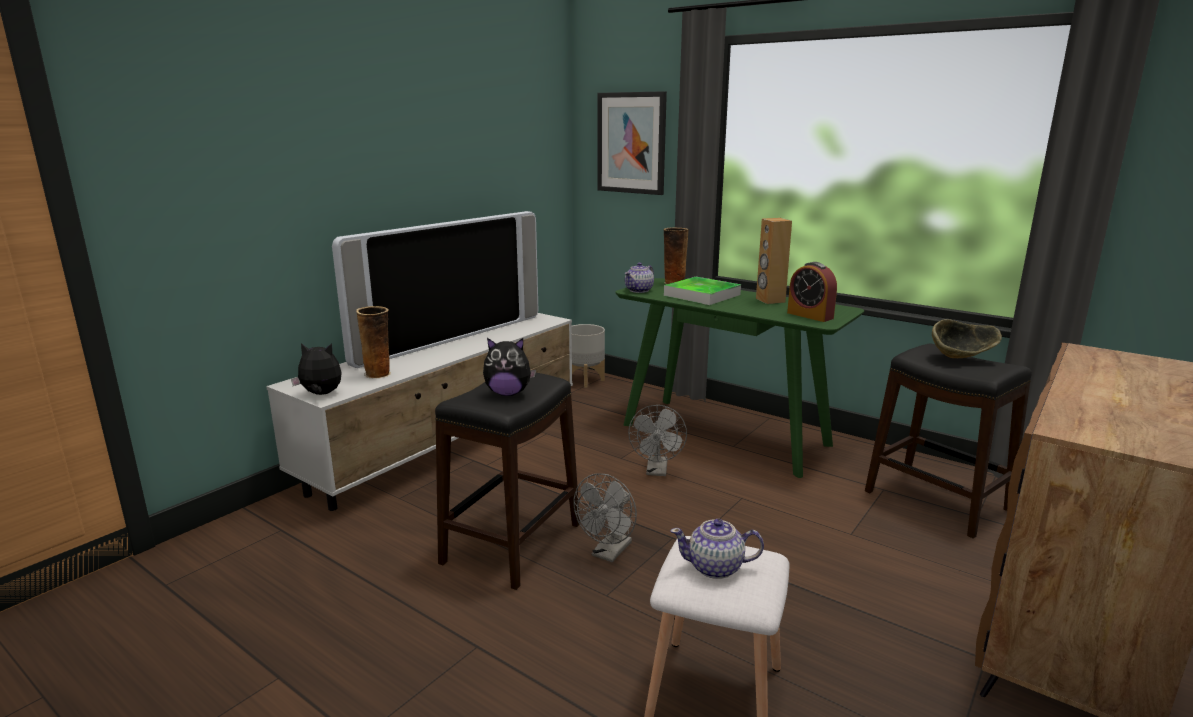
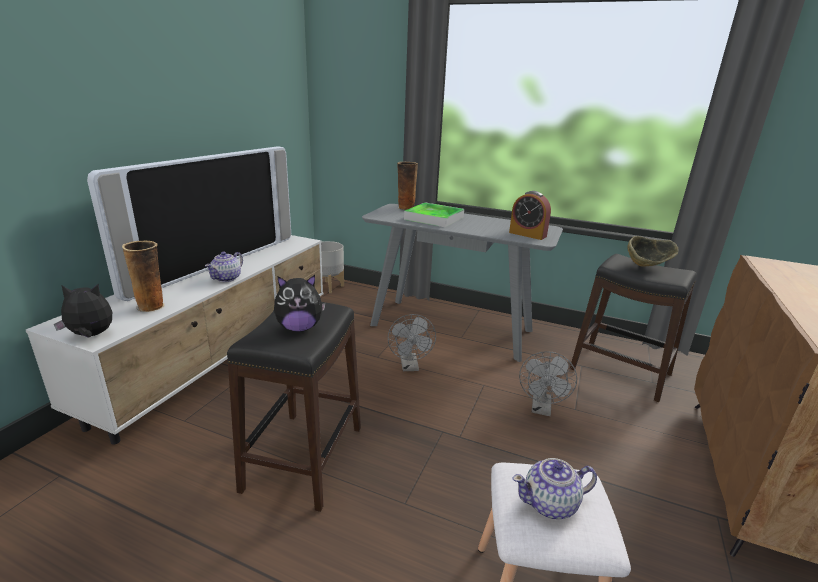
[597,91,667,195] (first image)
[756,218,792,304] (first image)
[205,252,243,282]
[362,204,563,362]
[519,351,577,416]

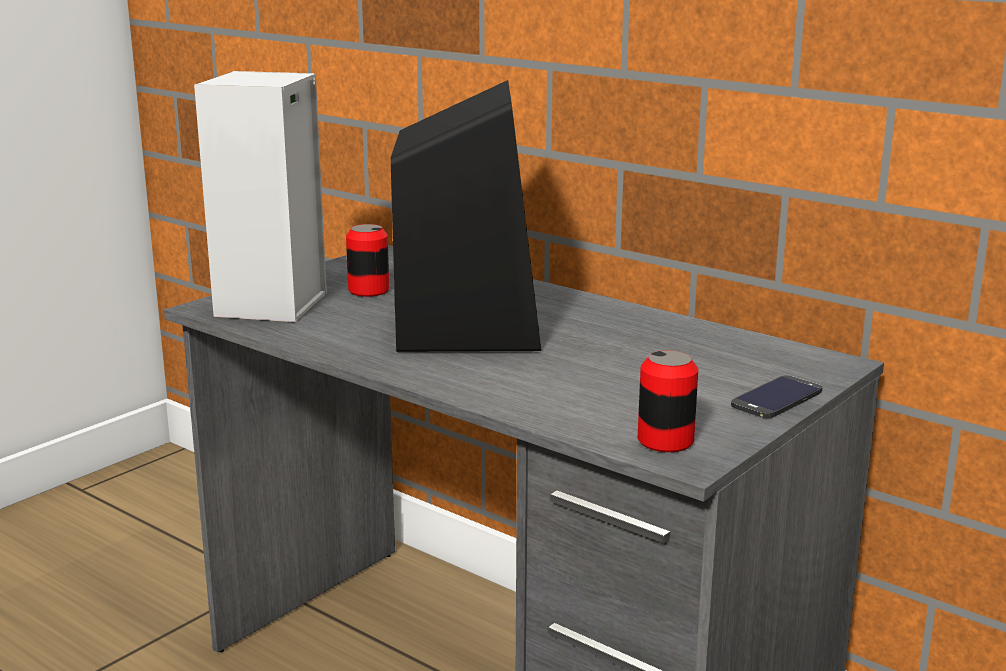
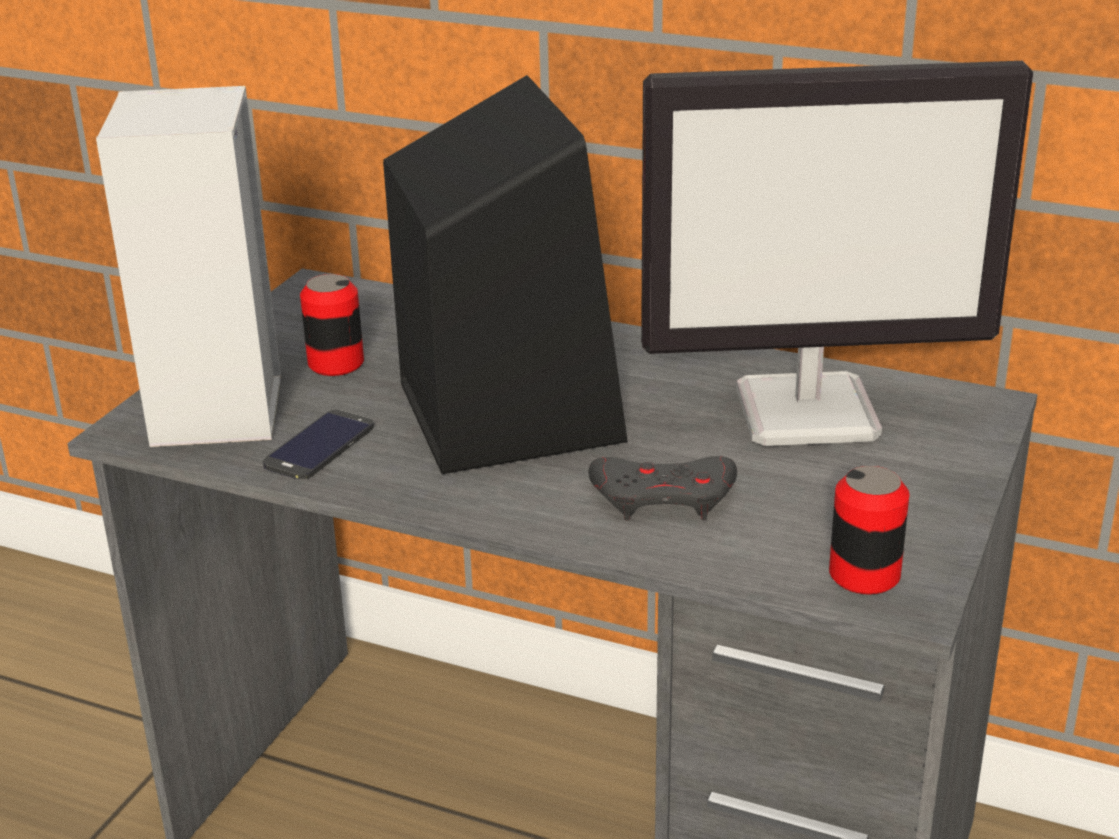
[263,410,374,480]
[641,61,1033,446]
[589,456,737,521]

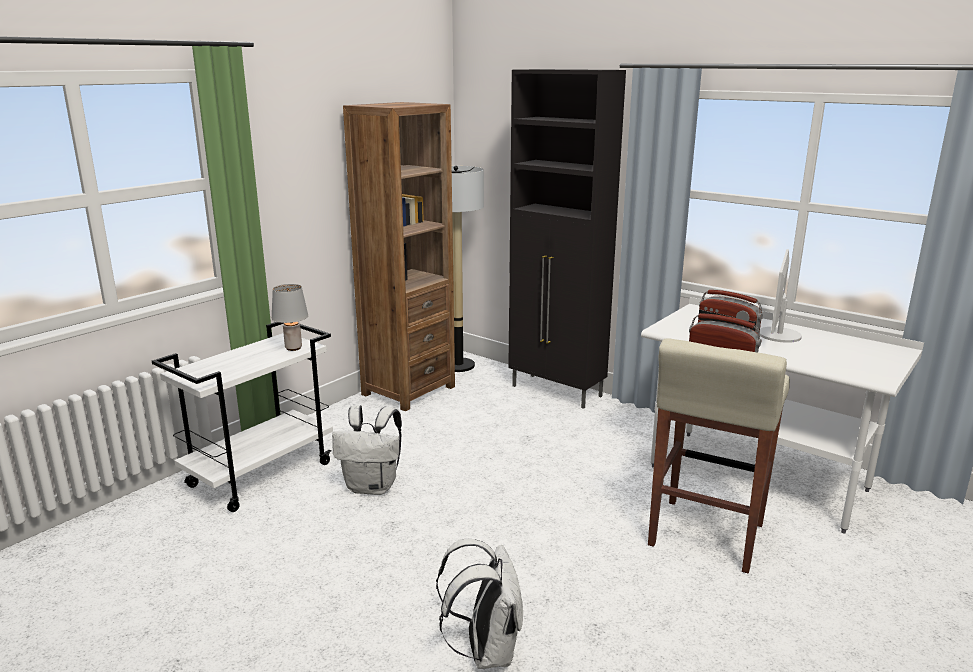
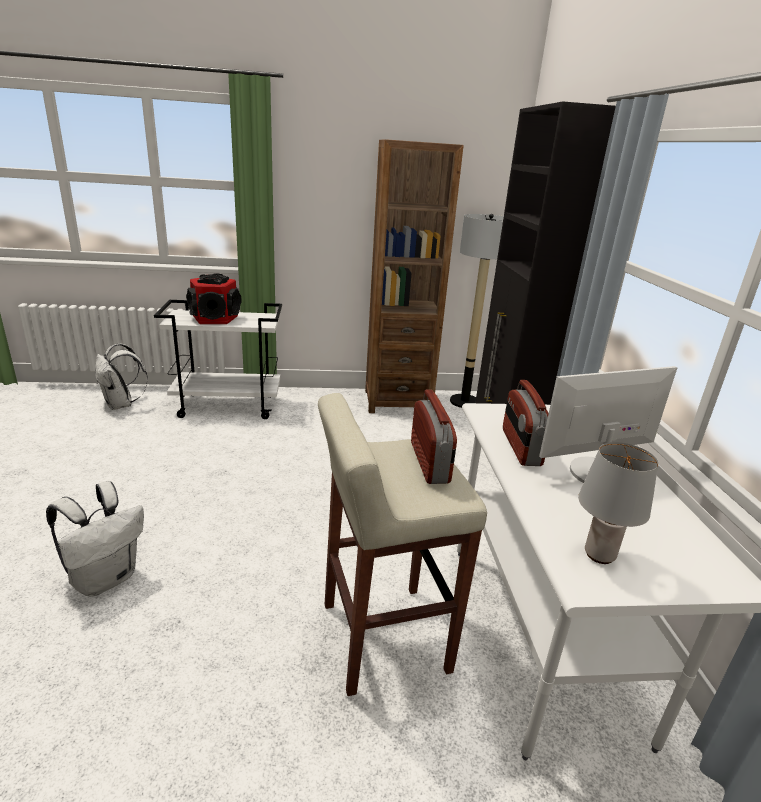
[578,442,659,564]
[95,343,148,410]
[186,273,242,324]

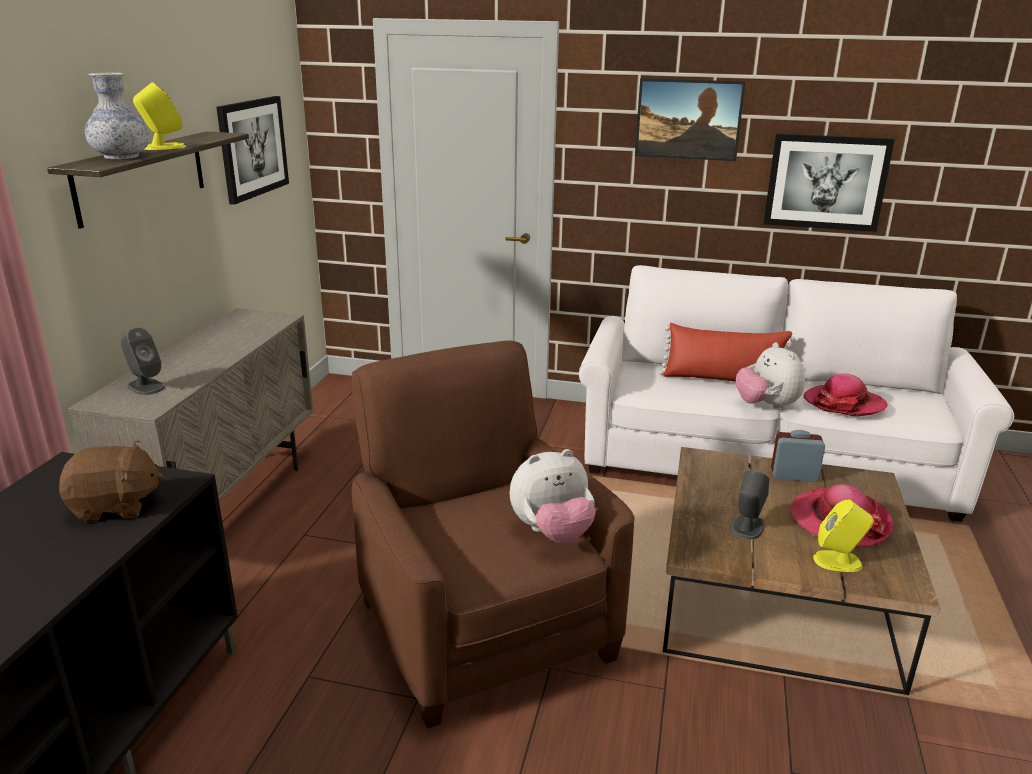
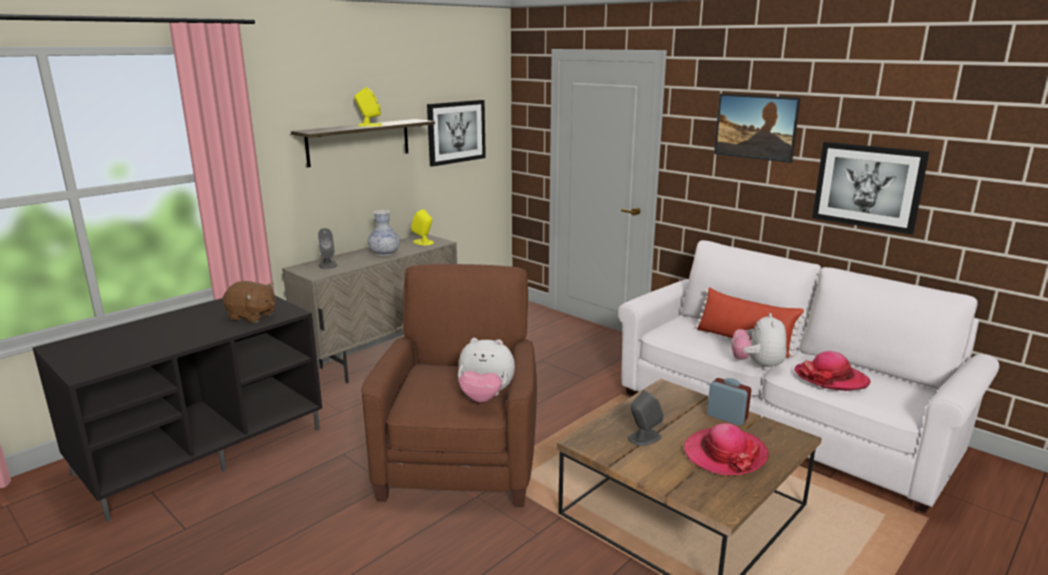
[368,210,400,256]
[411,209,434,245]

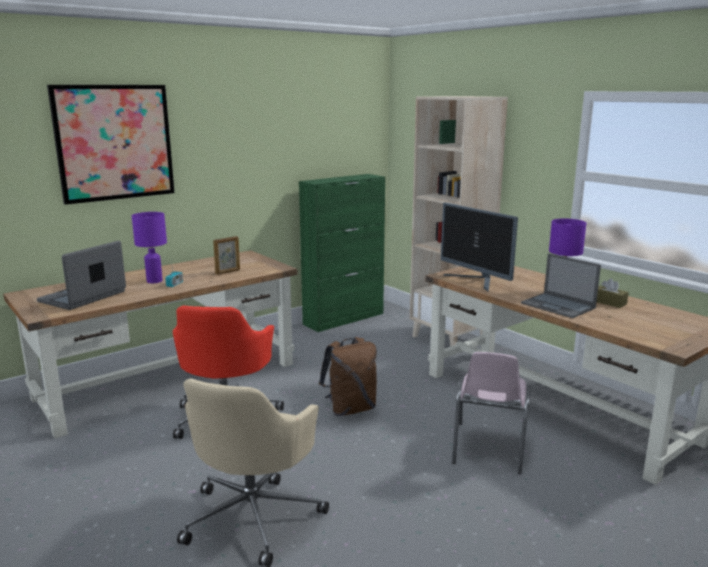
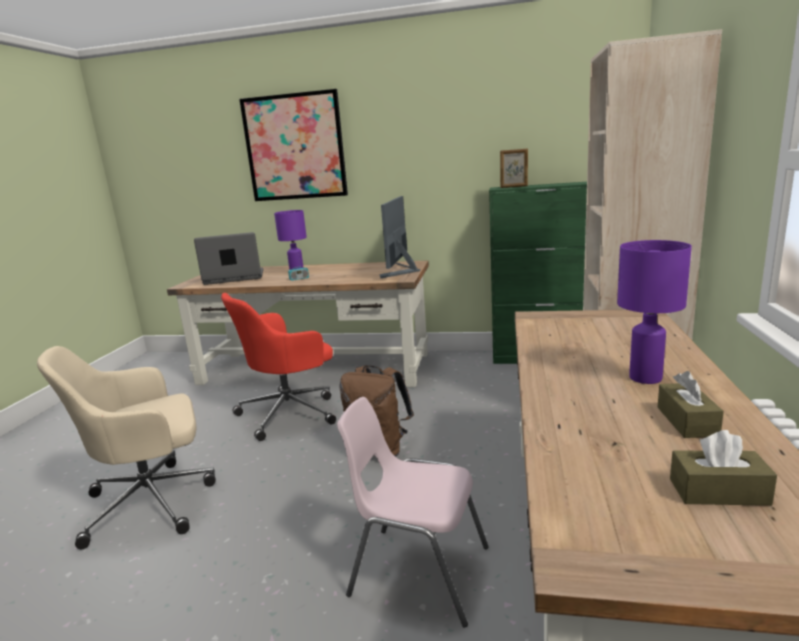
[379,196,420,278]
[500,149,528,188]
[521,253,601,318] (first image)
[337,397,489,628]
[670,430,777,506]

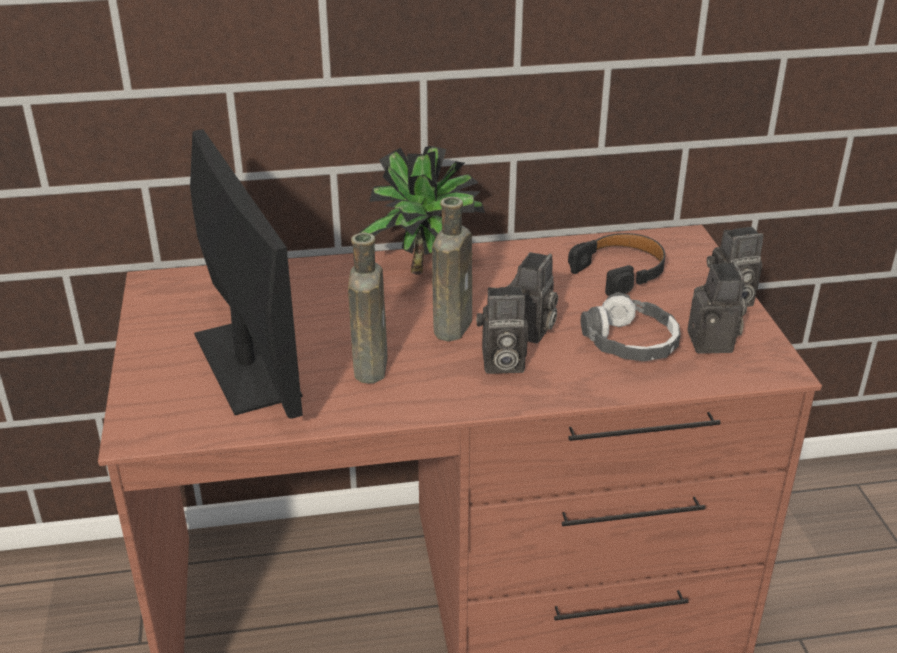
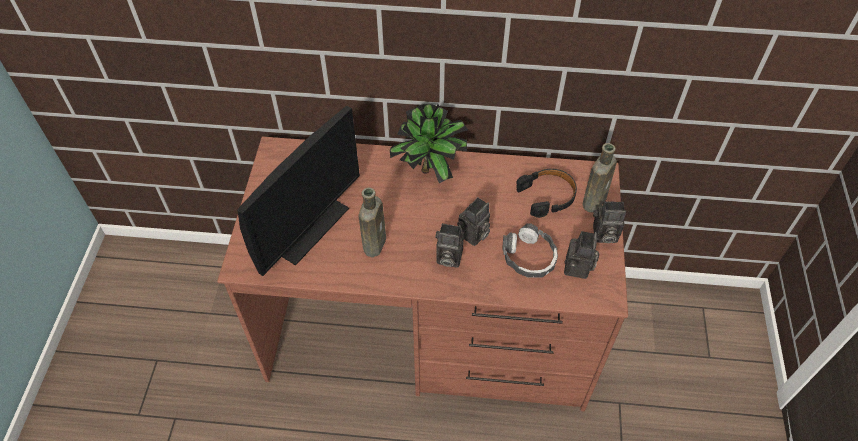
[237,106,360,276]
[583,143,617,213]

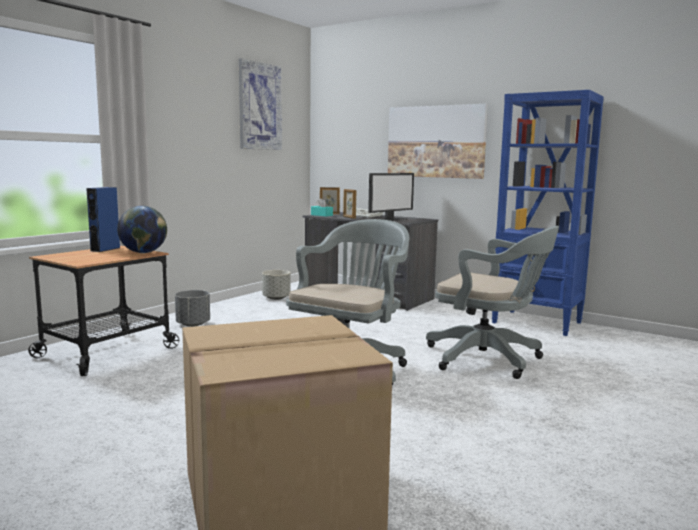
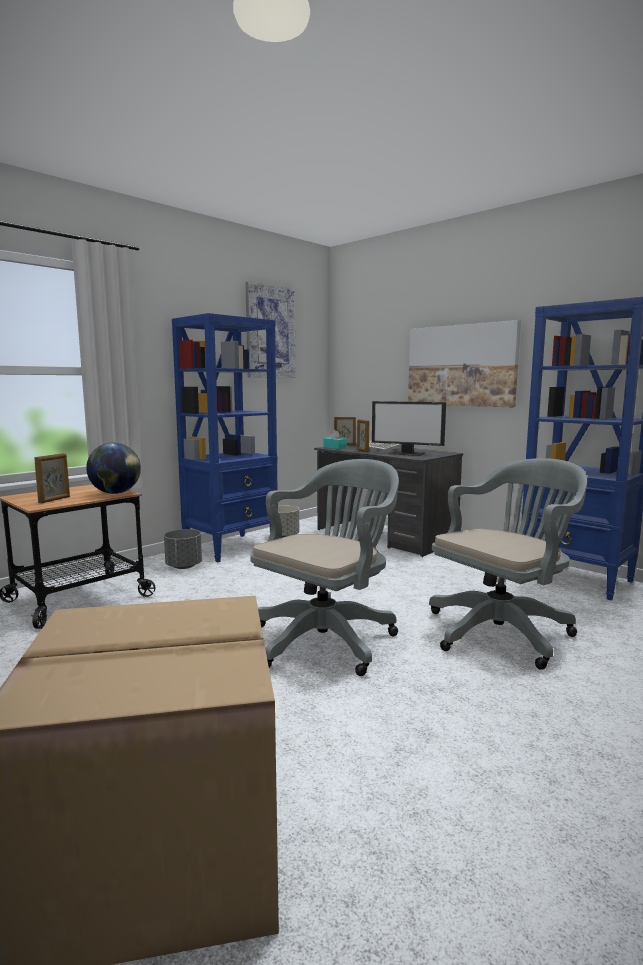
[372,401,446,456]
[86,187,120,252] (first image)
[429,458,587,670]
[172,313,278,562]
[34,453,70,503]

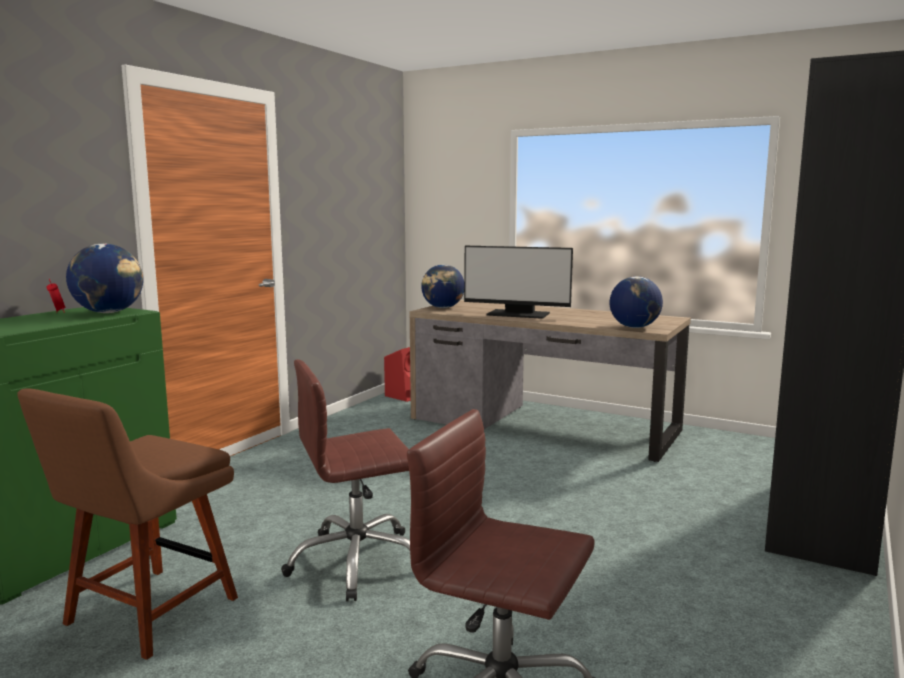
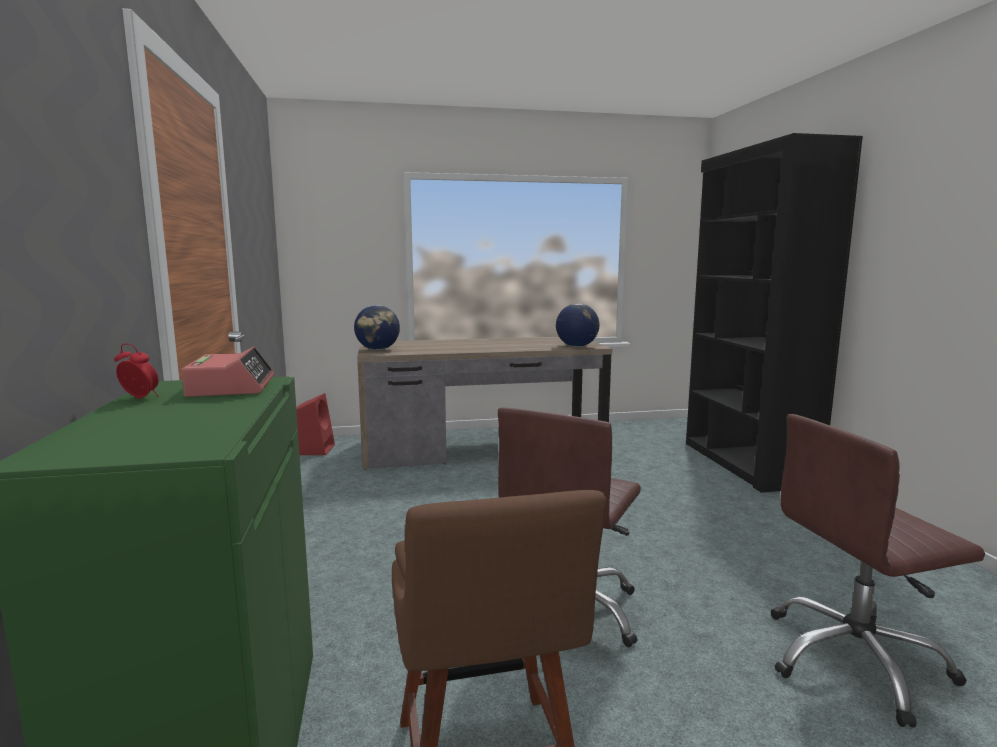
[181,347,274,397]
[464,246,573,319] (first image)

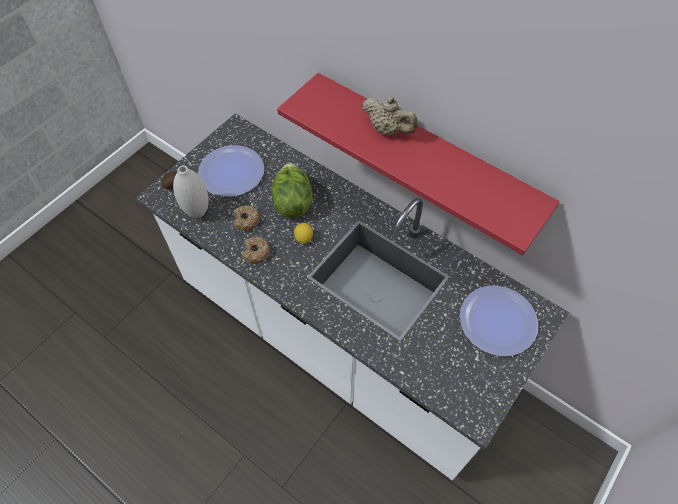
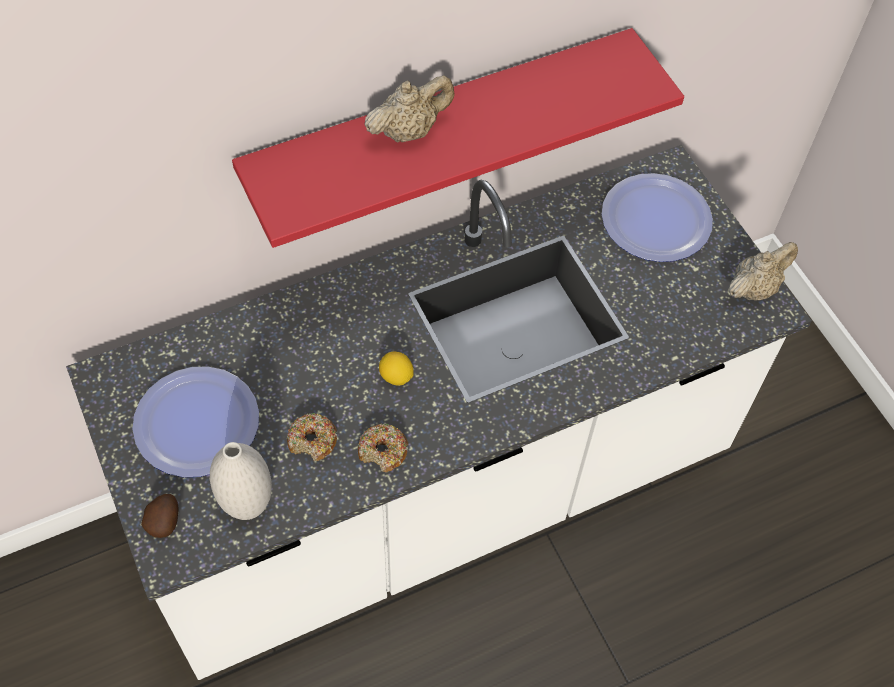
[271,163,313,218] (first image)
[728,242,798,300]

